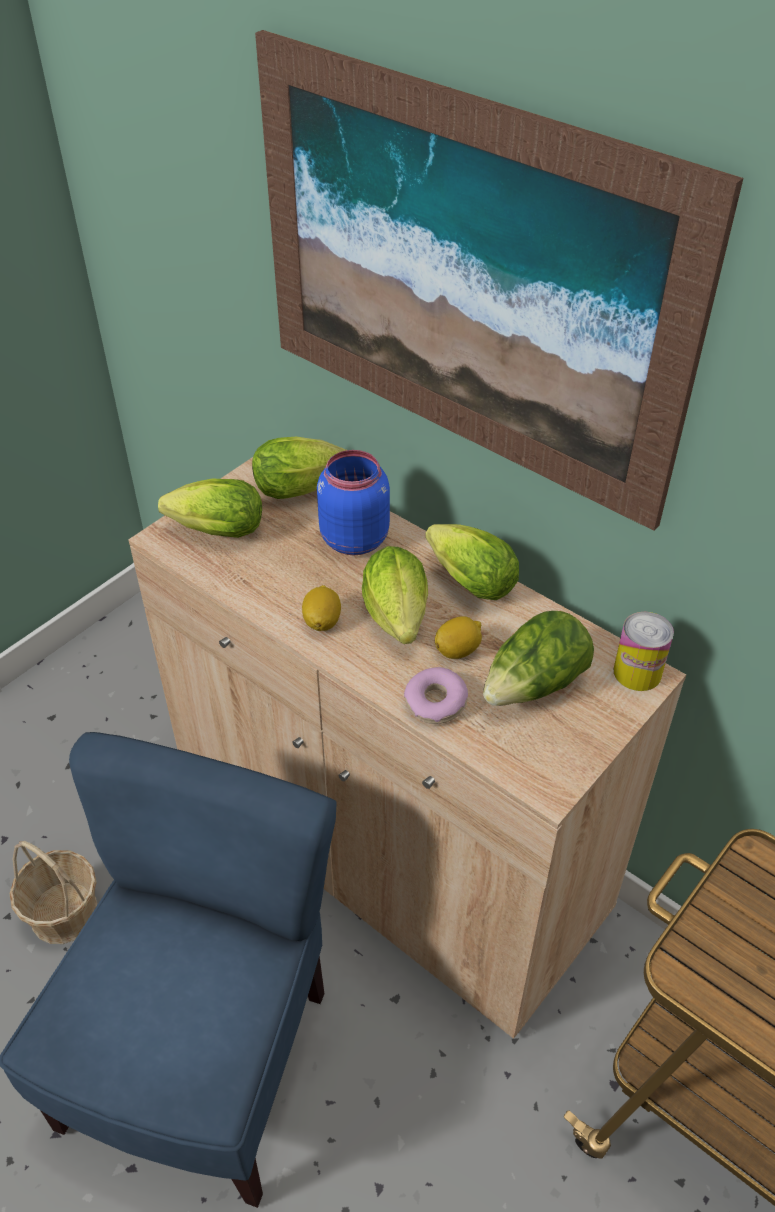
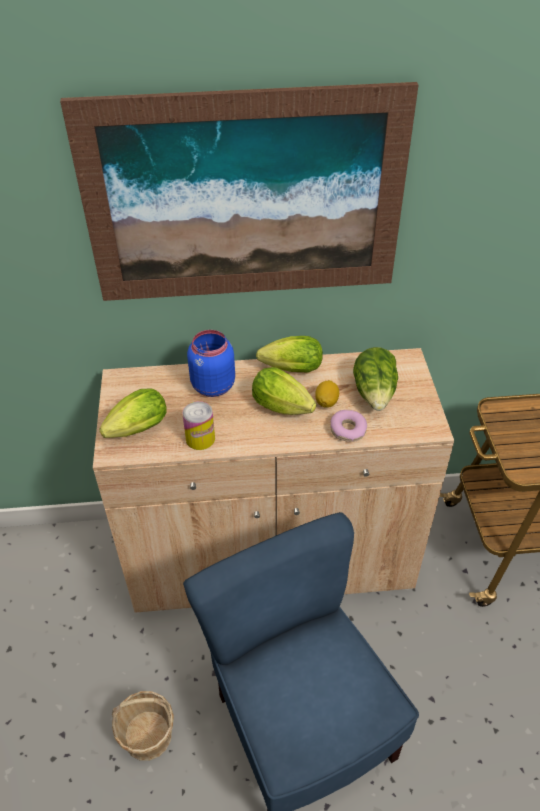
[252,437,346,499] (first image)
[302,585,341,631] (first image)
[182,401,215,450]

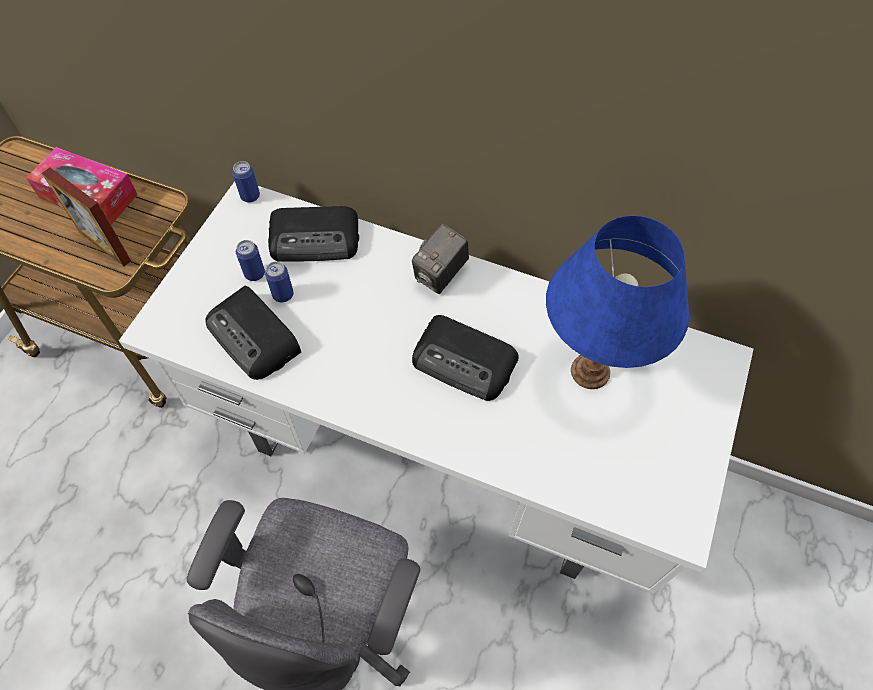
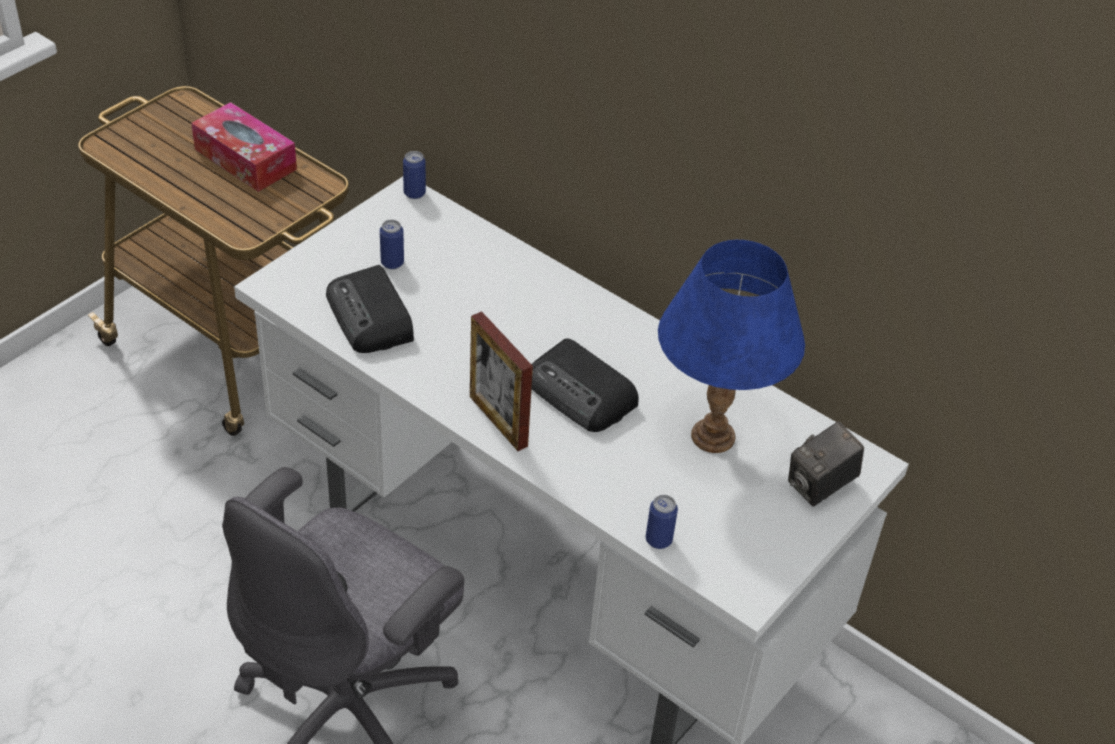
[470,311,533,451]
[268,206,359,262] (first image)
[788,421,864,506]
[646,495,678,549]

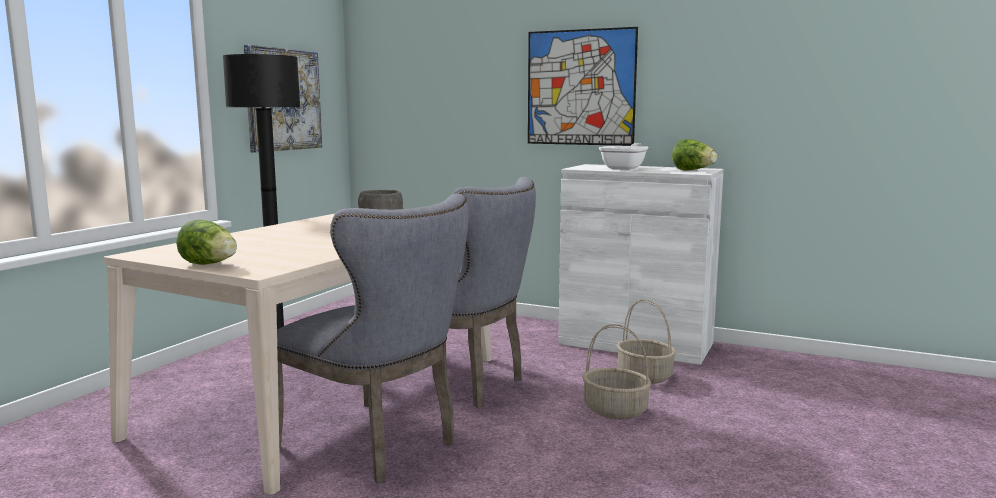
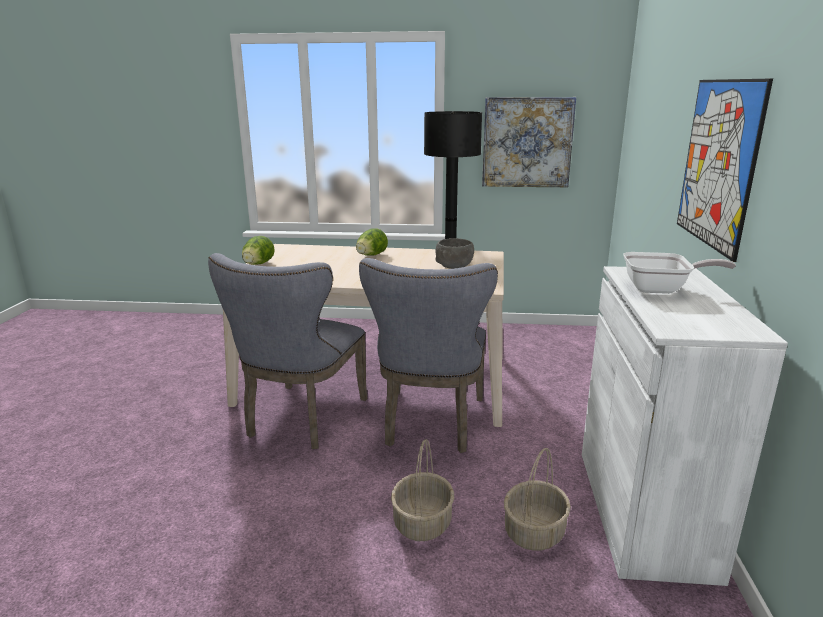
[356,228,388,256]

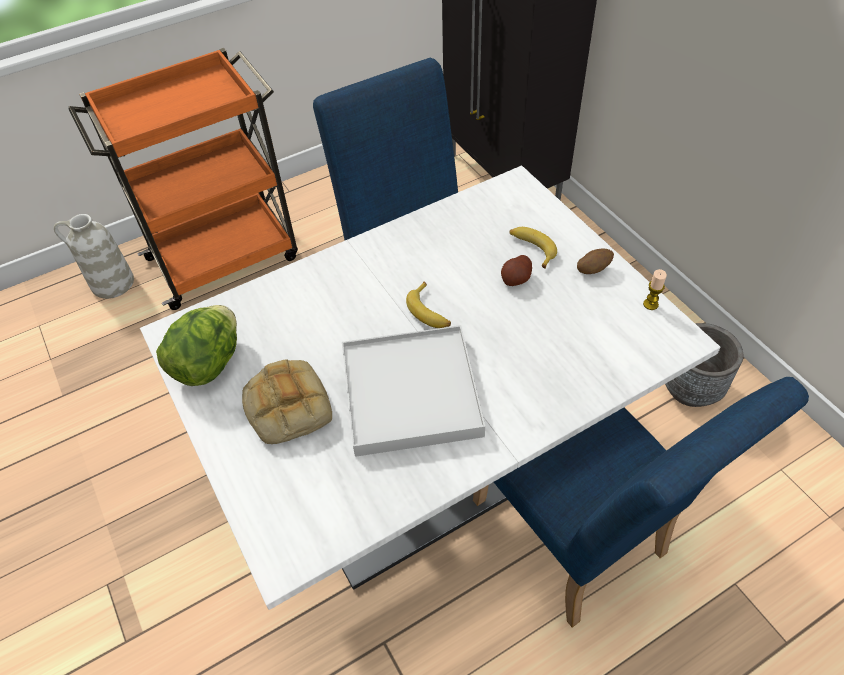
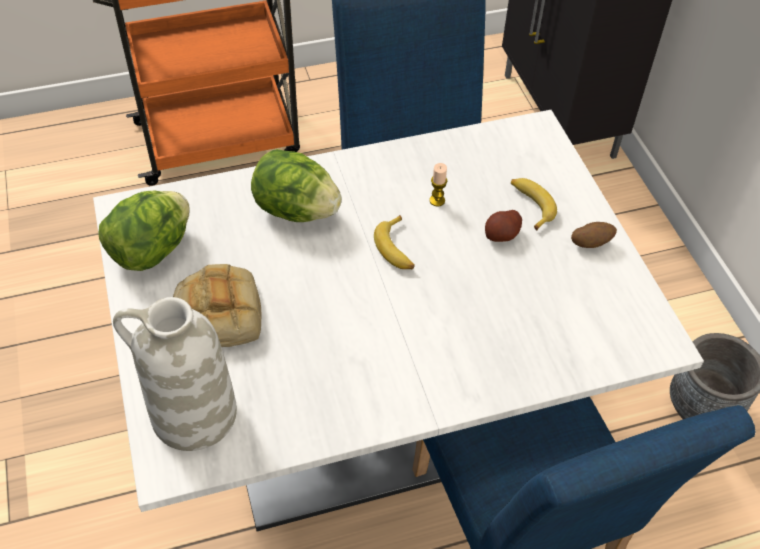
[113,297,237,451]
[429,163,447,207]
[342,325,485,457] (first image)
[251,149,342,222]

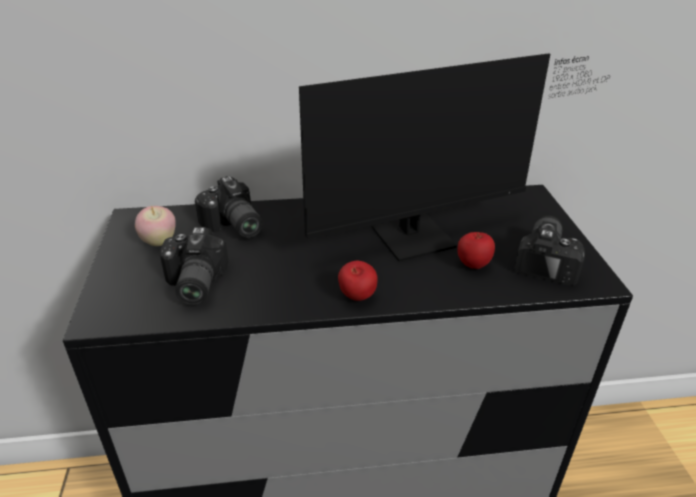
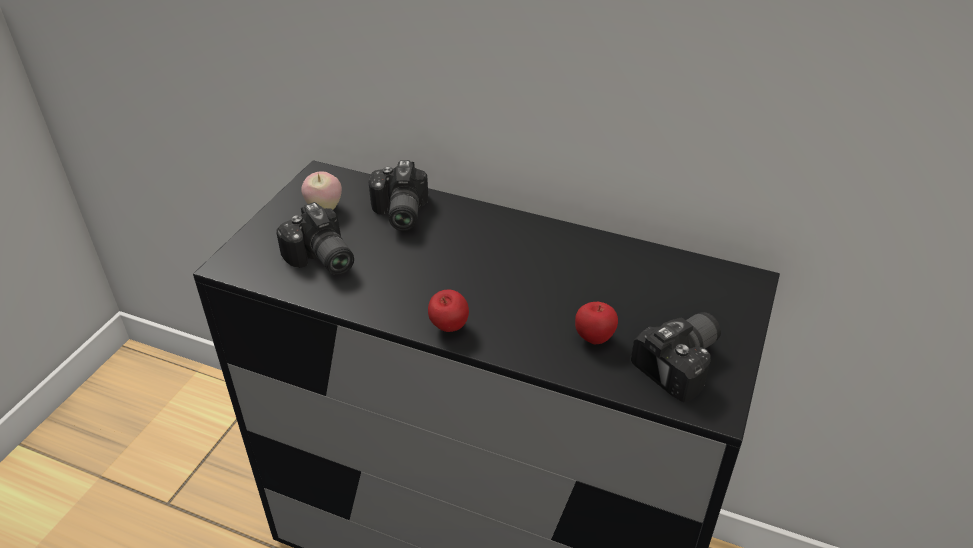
[299,53,610,262] (first image)
[276,202,354,275]

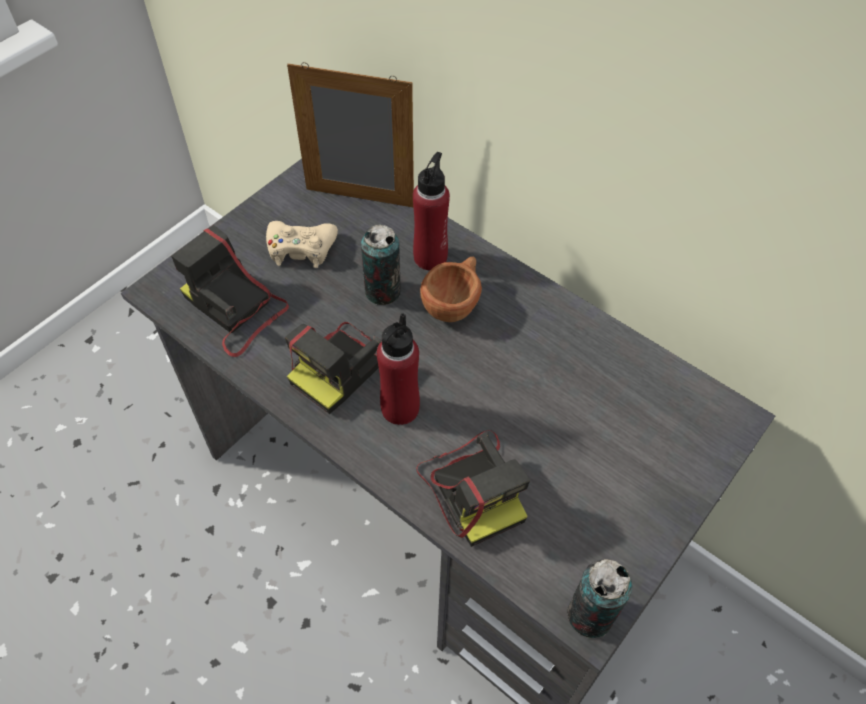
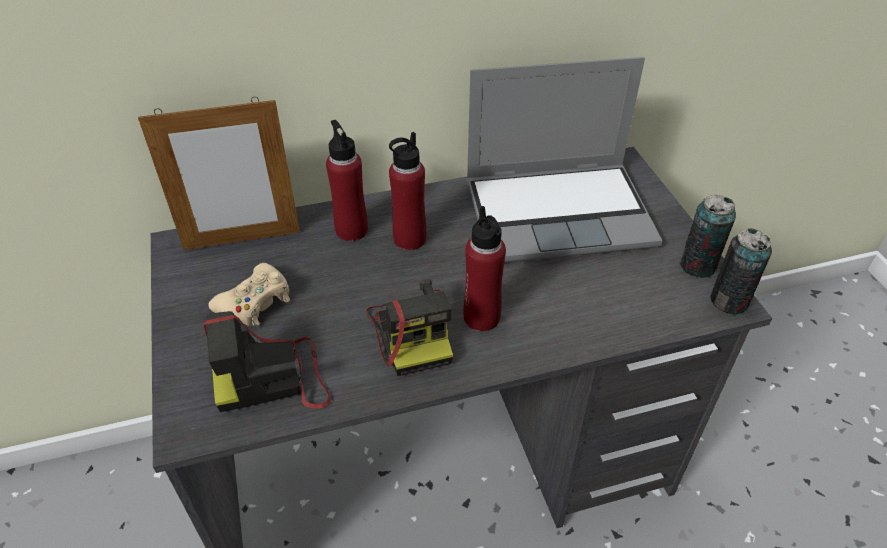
[138,97,300,250]
[679,195,736,278]
[389,132,427,250]
[416,430,530,547] (first image)
[467,57,663,263]

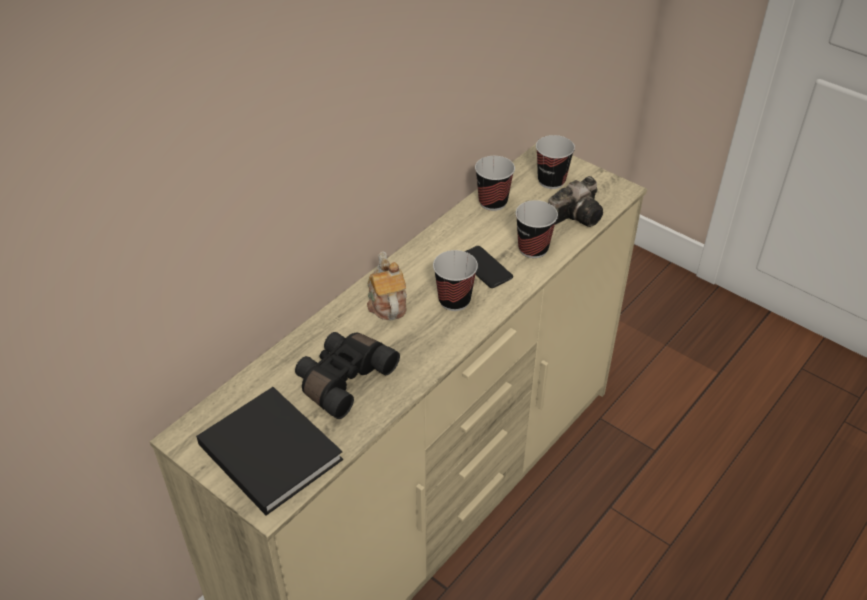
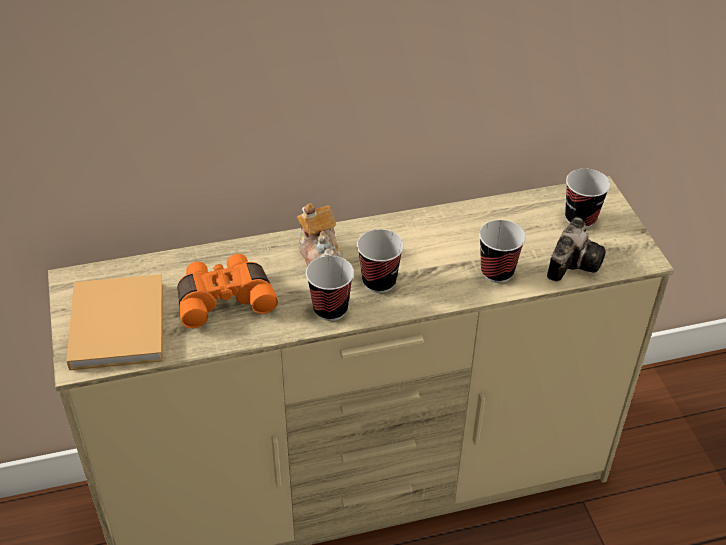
[306,256,354,321]
[547,217,606,282]
[464,246,513,288] (first image)
[297,203,343,267]
[178,254,278,328]
[67,274,163,370]

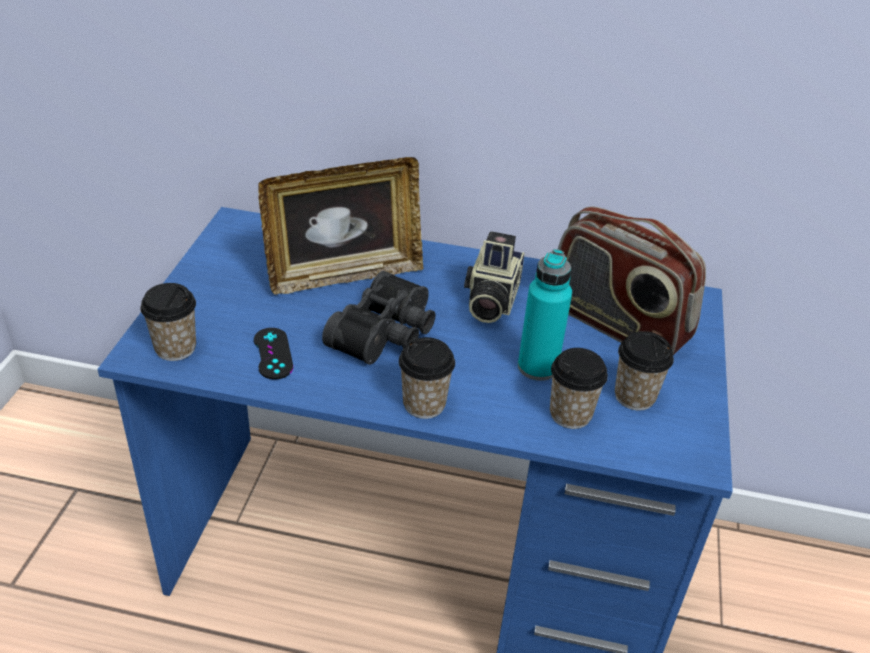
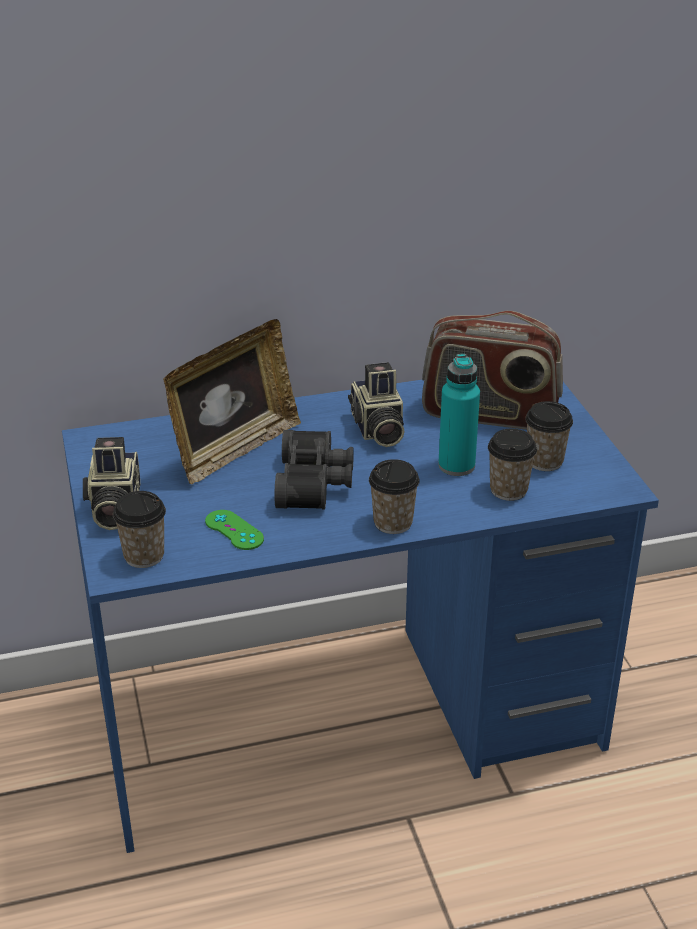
[205,510,264,550]
[83,437,140,530]

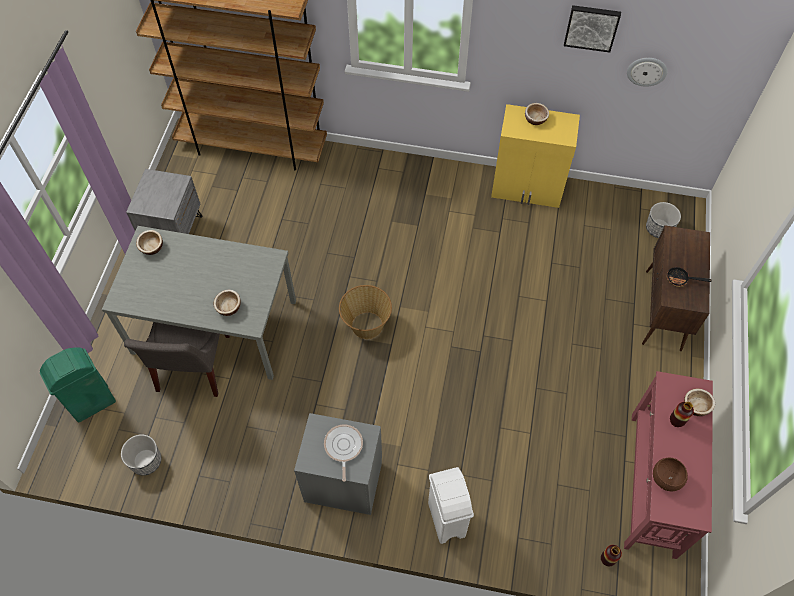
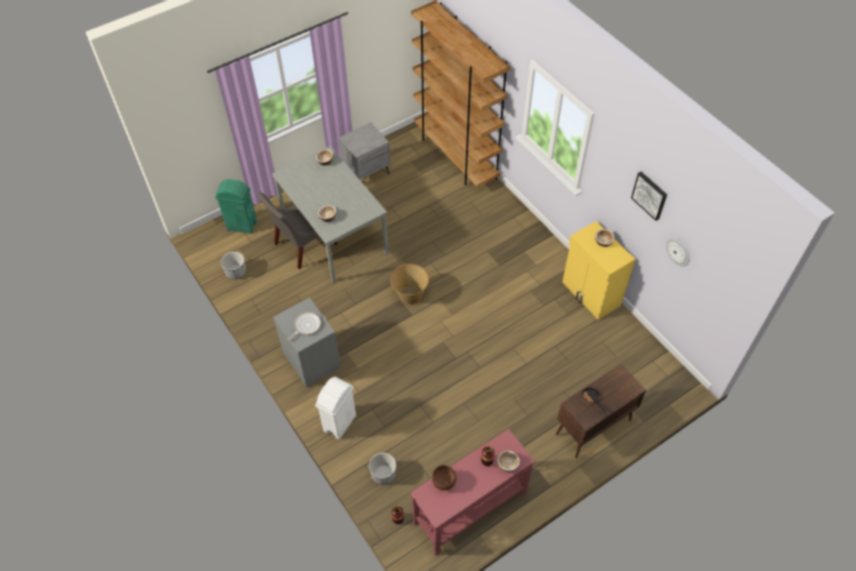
[369,453,396,485]

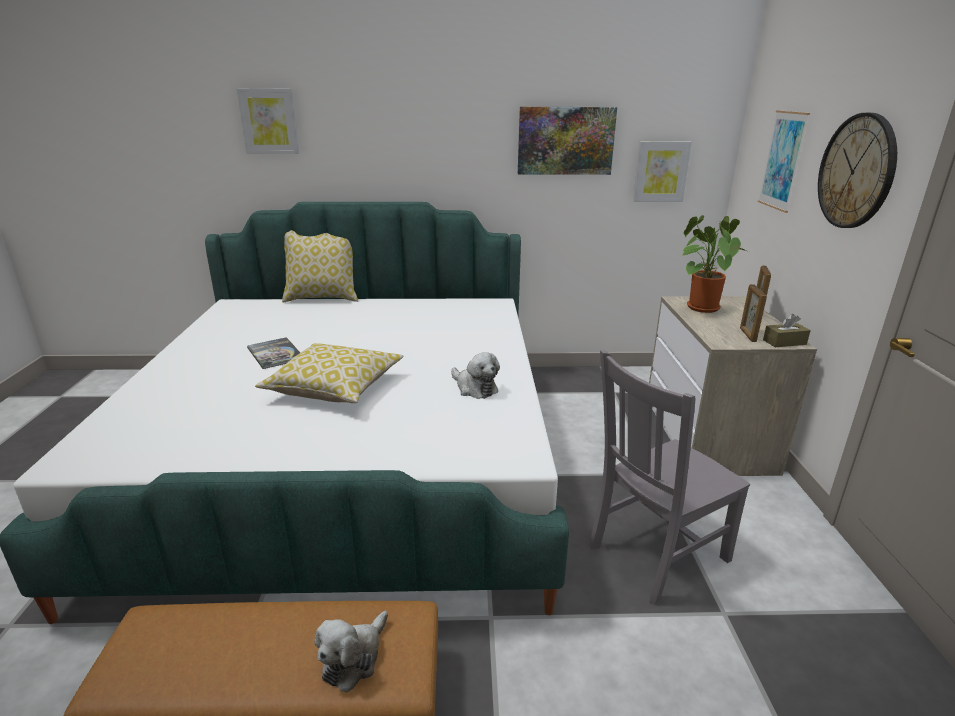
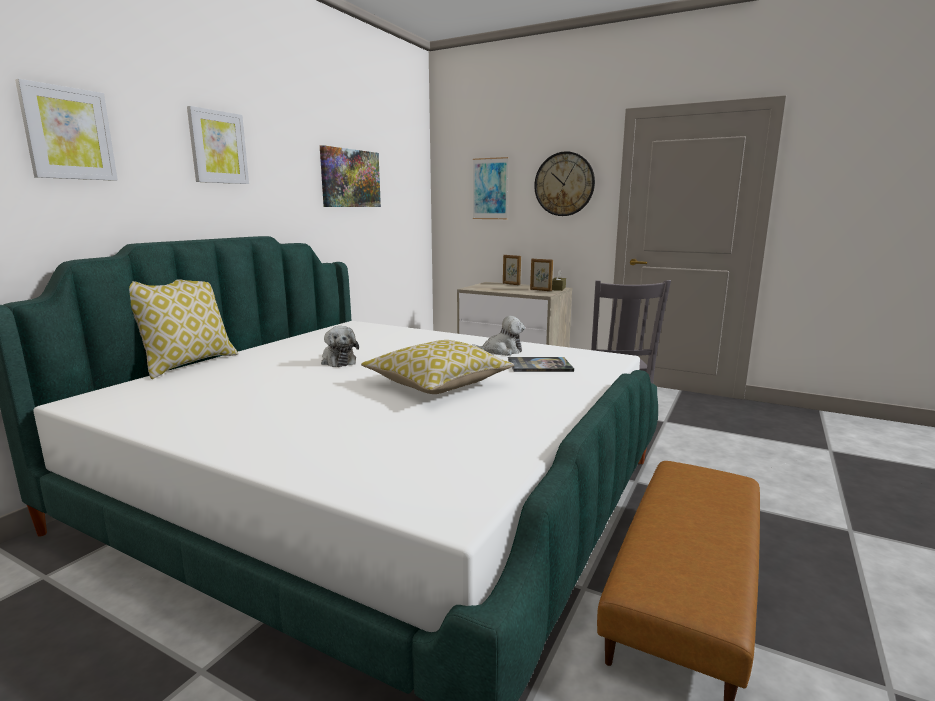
[187,106,249,184]
[682,215,749,313] (first image)
[508,357,574,372]
[321,326,359,367]

